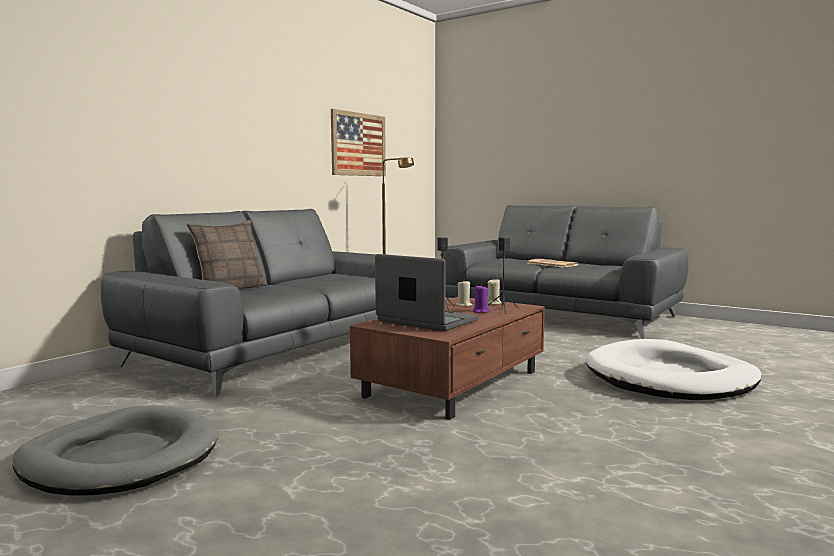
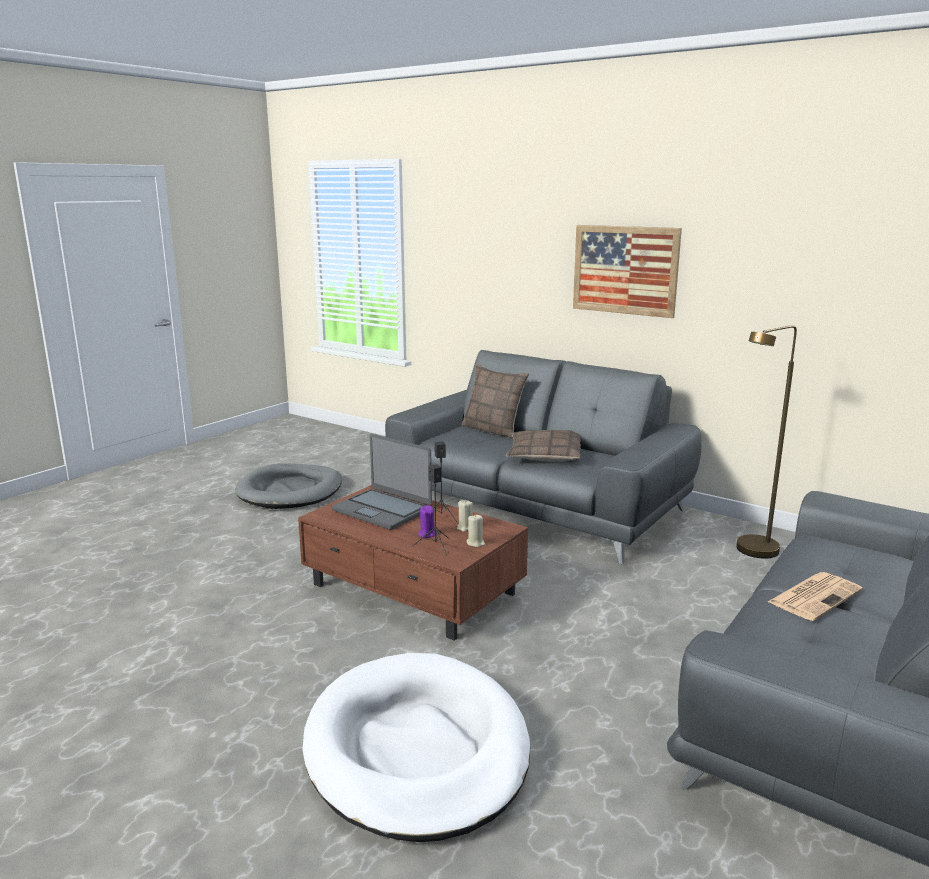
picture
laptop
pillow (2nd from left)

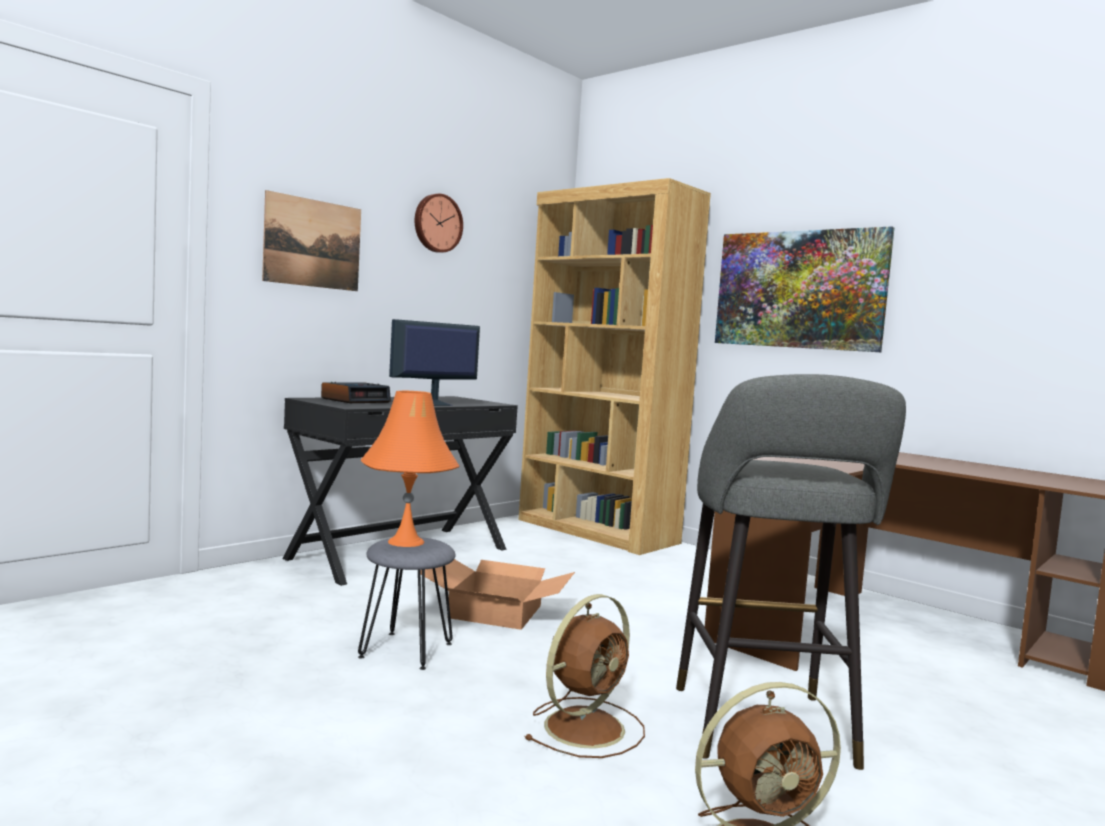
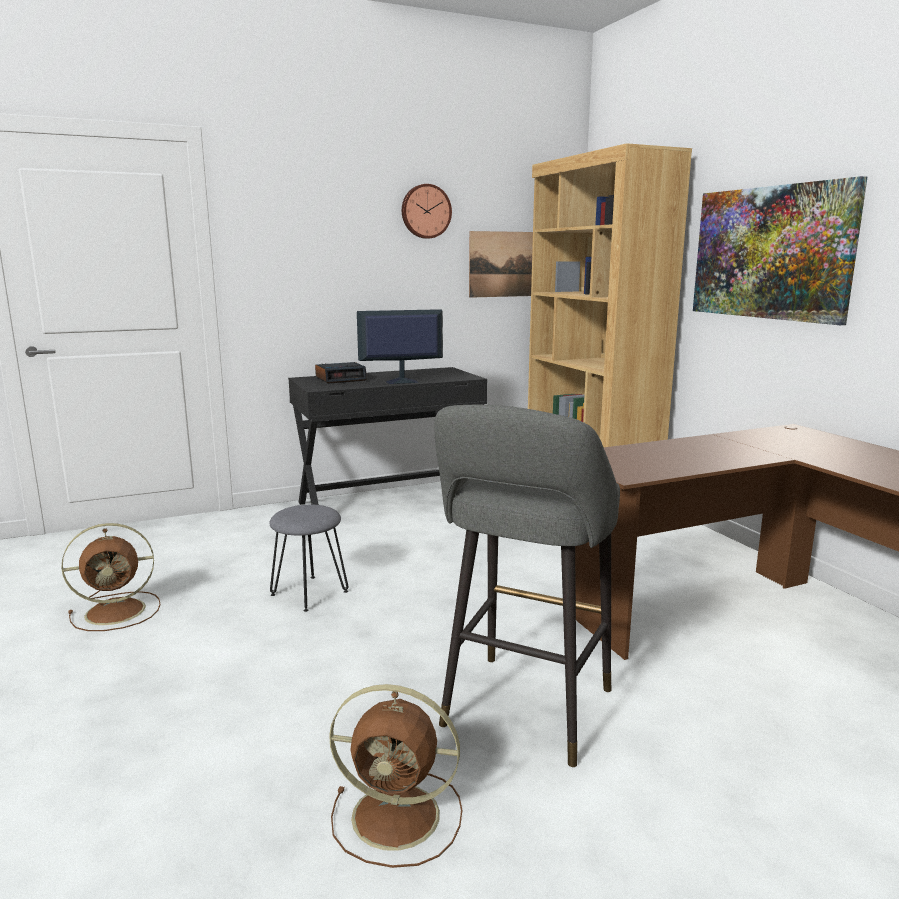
picture (1st from left)
orange table lamp
cardboard box
brown fan (1st from left)

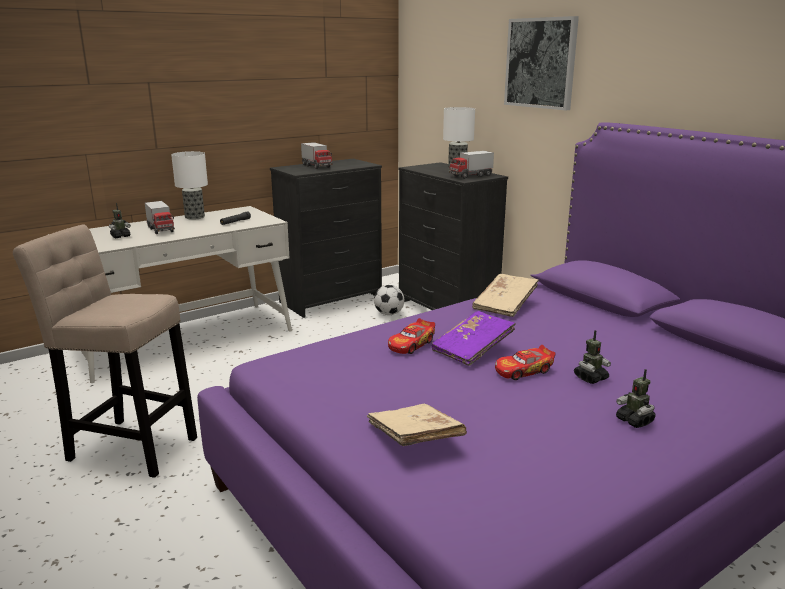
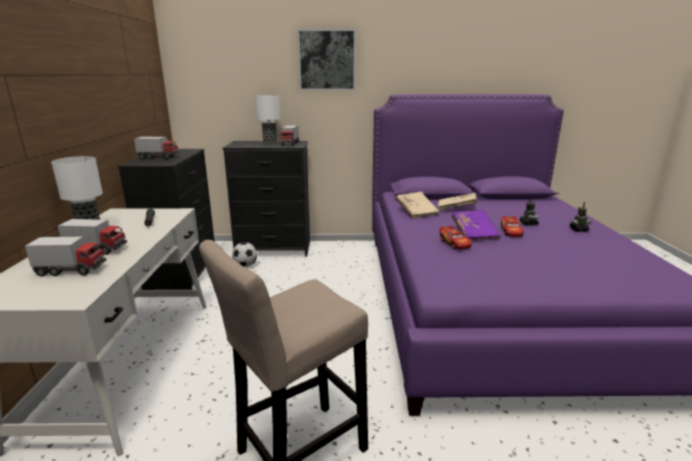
toy truck (1st from left)
beige book (2nd from left)

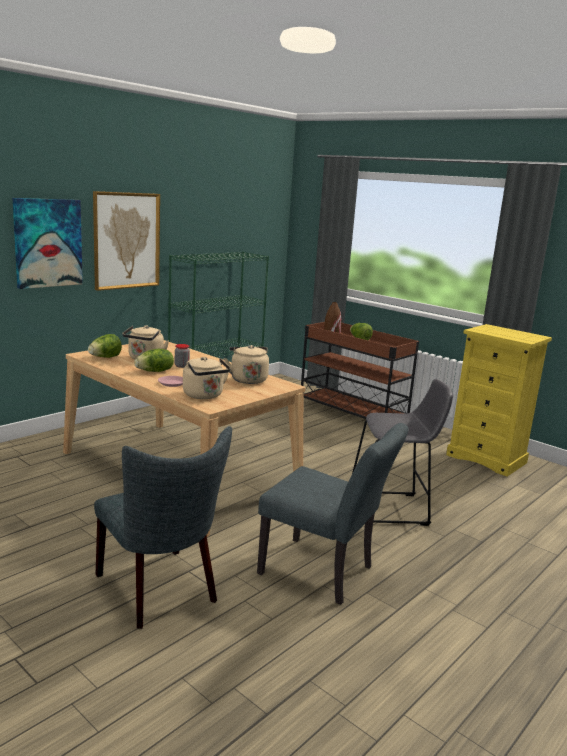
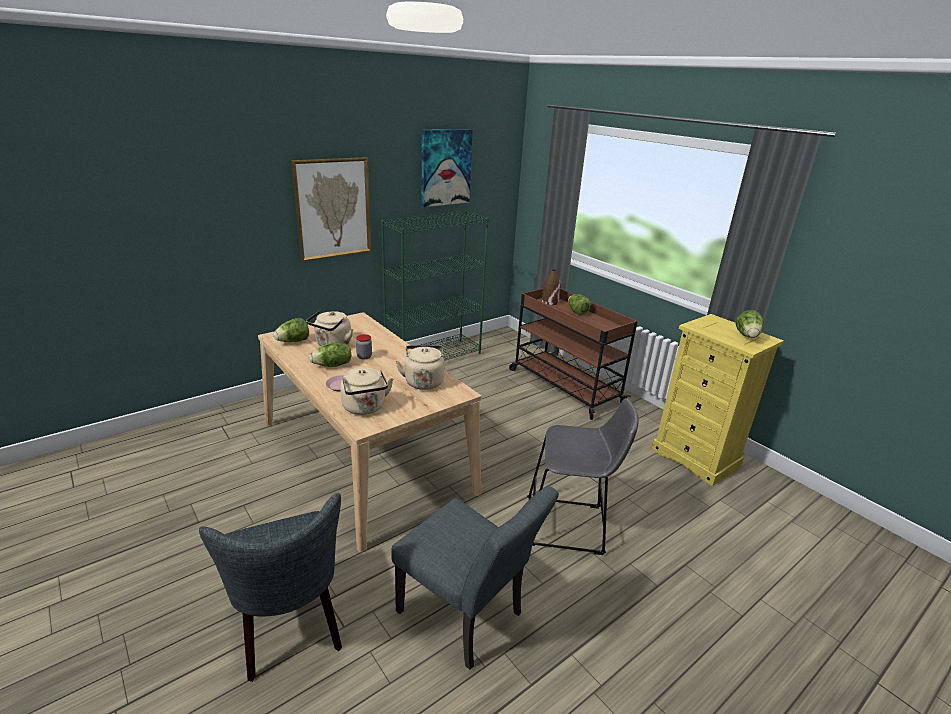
picture (2nd from left)
lettuce (4th from left)

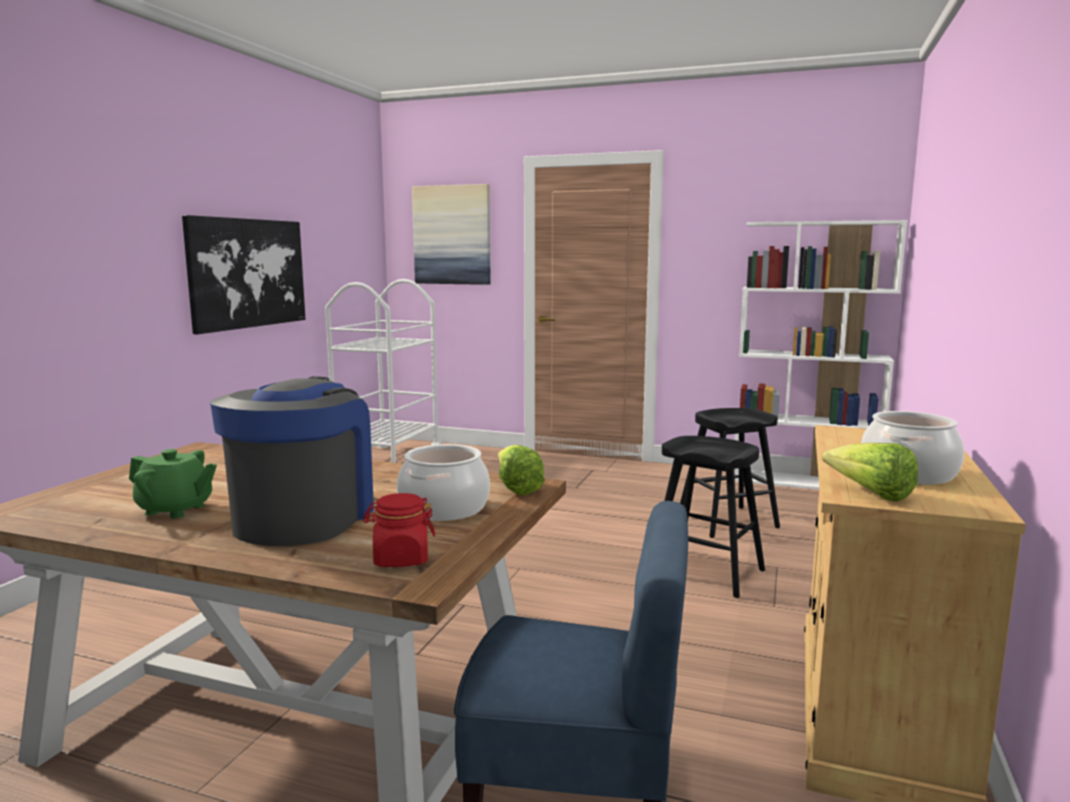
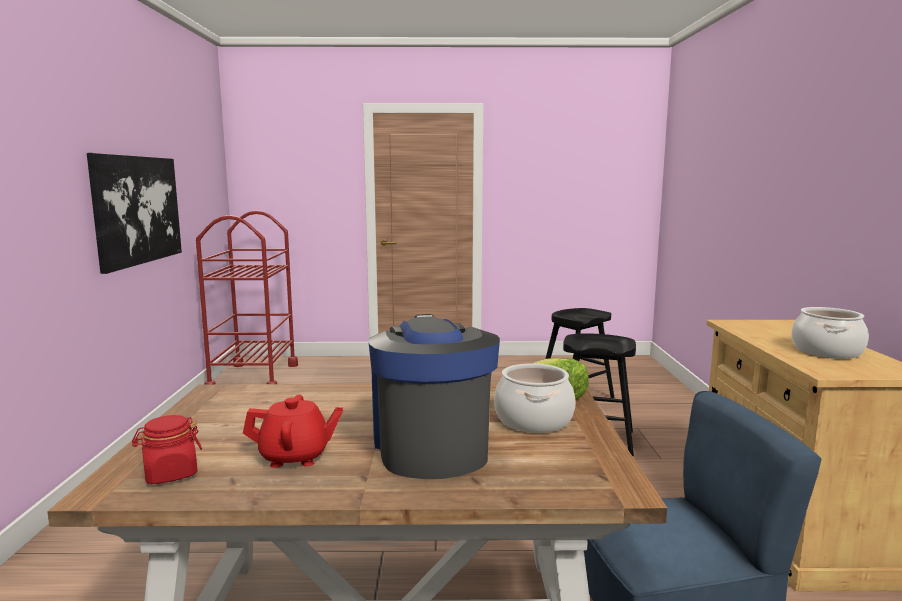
picture (2nd from left in the first image)
white bookcase
red cart
lettuce (2nd from left in the first image)
red teapot
red jar

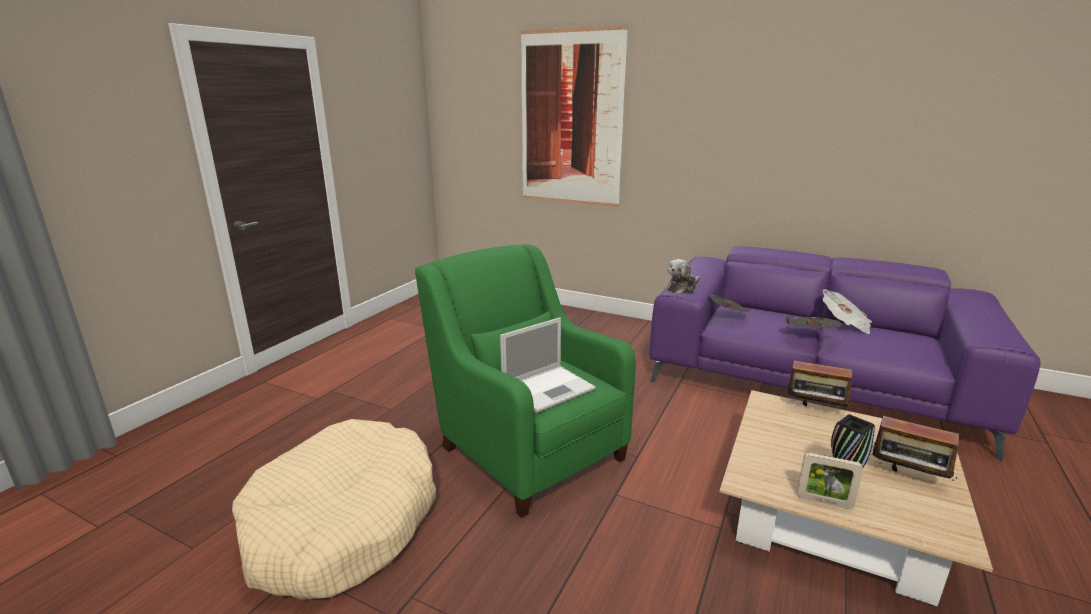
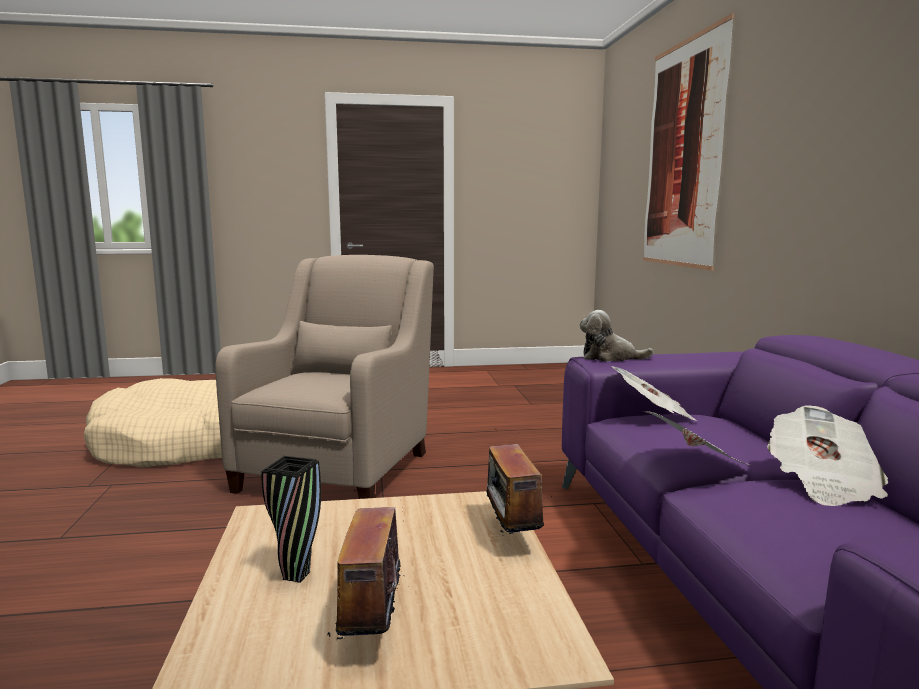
beige armchair
laptop
picture frame

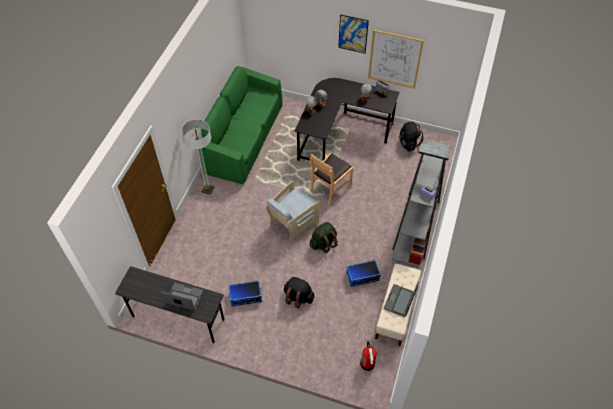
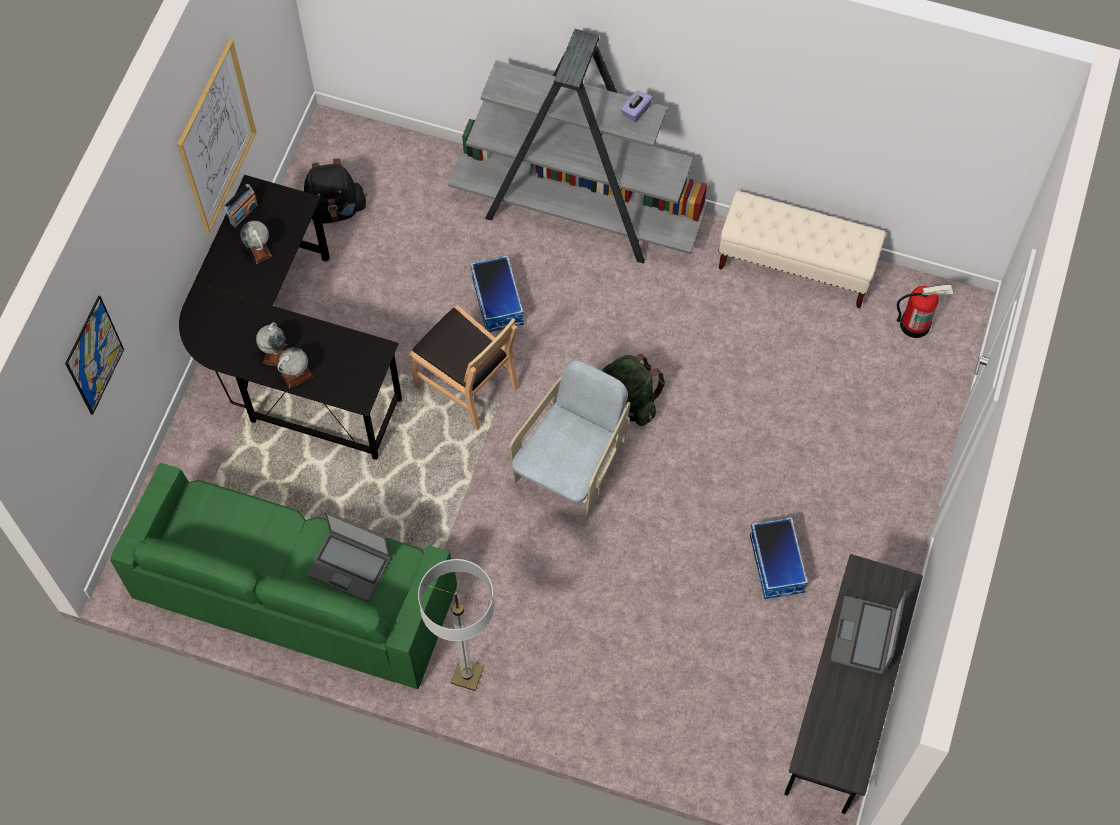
picture (1st from left)
beige armchair
storage box (1st from left)
black backpack (1st from left in the first image)
laptop (1st from left)

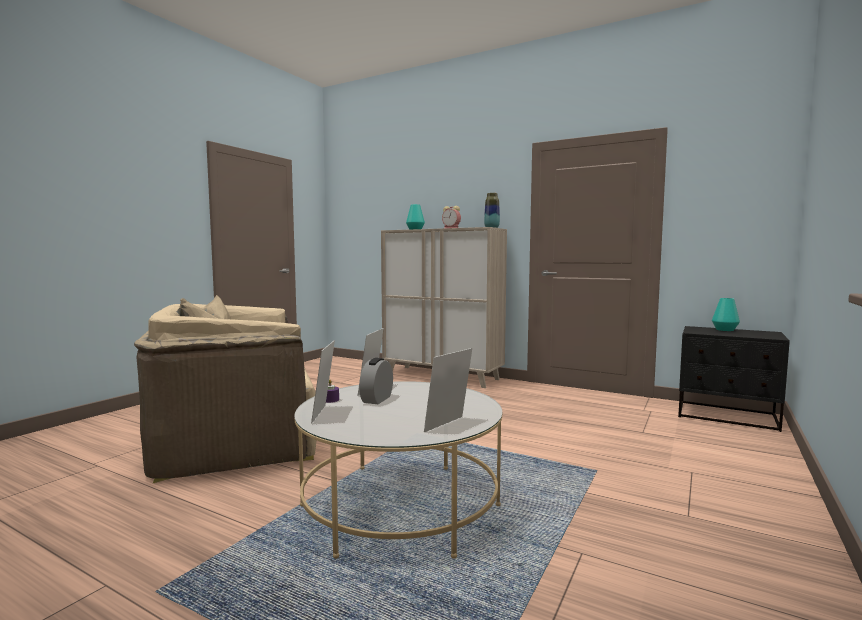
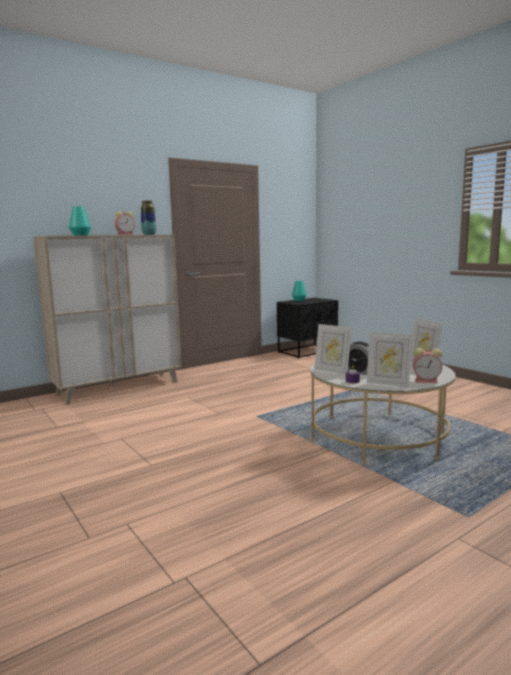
beige armchair
alarm clock (3rd from left)

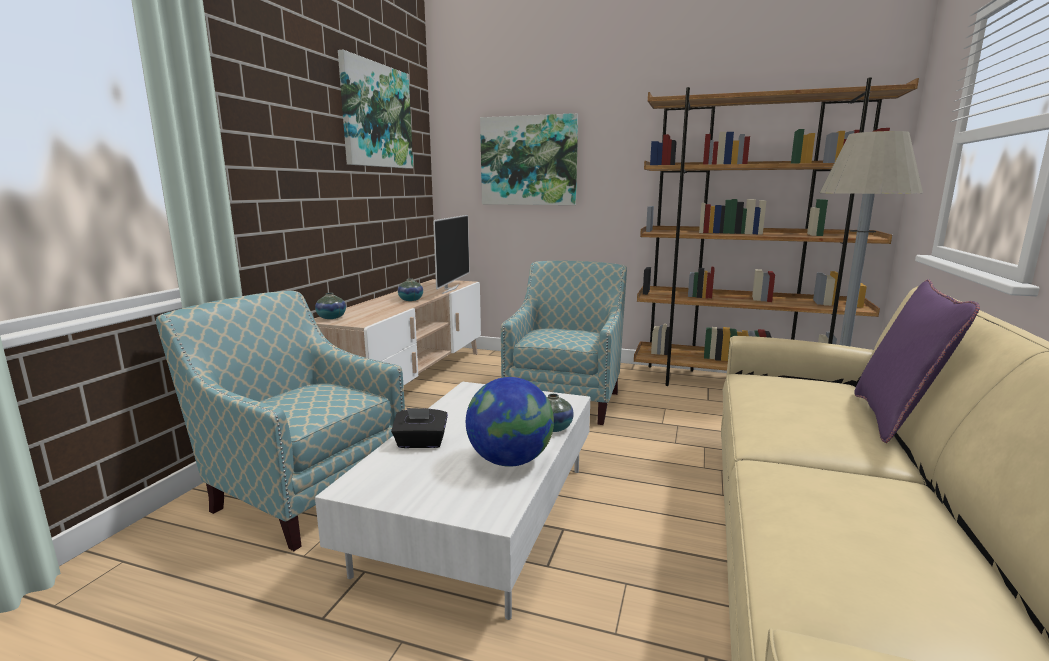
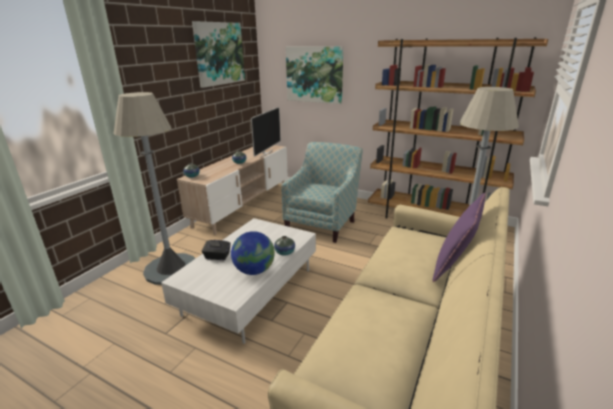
grey floor lamp (1st from left)

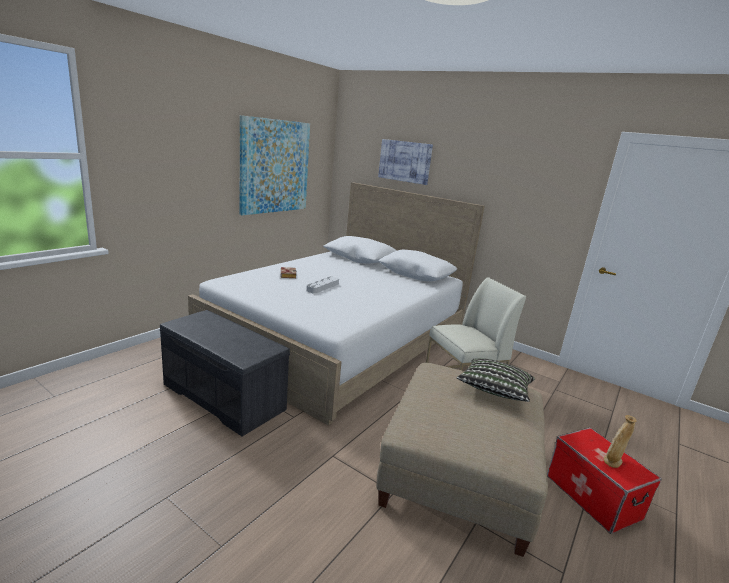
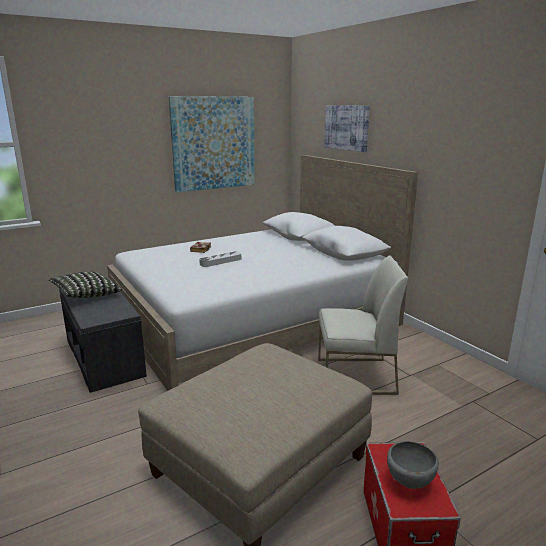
pillow
grey bowl

